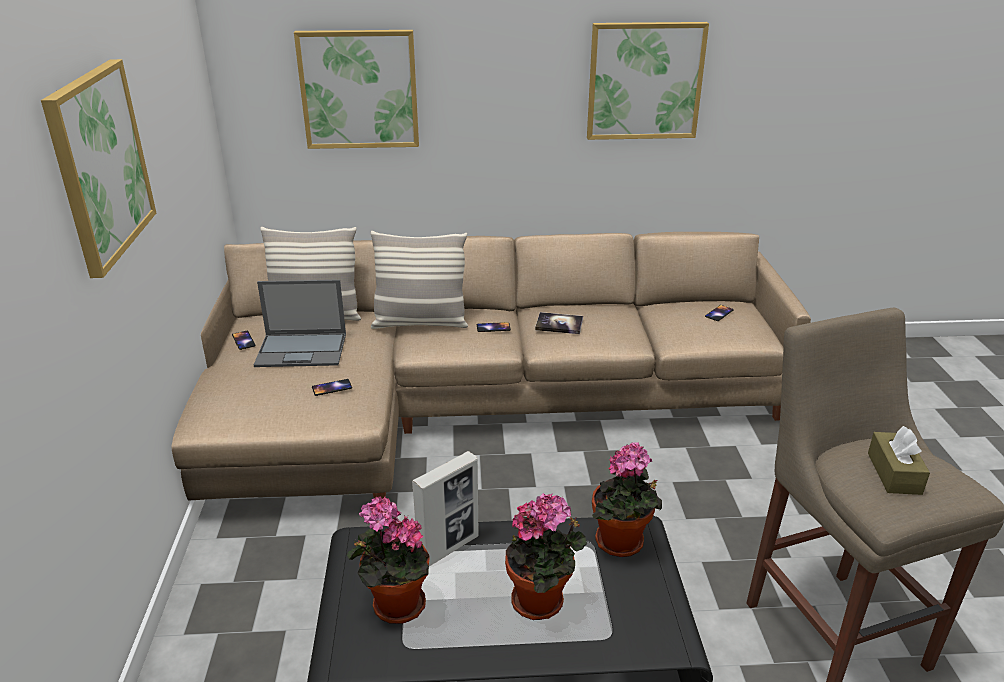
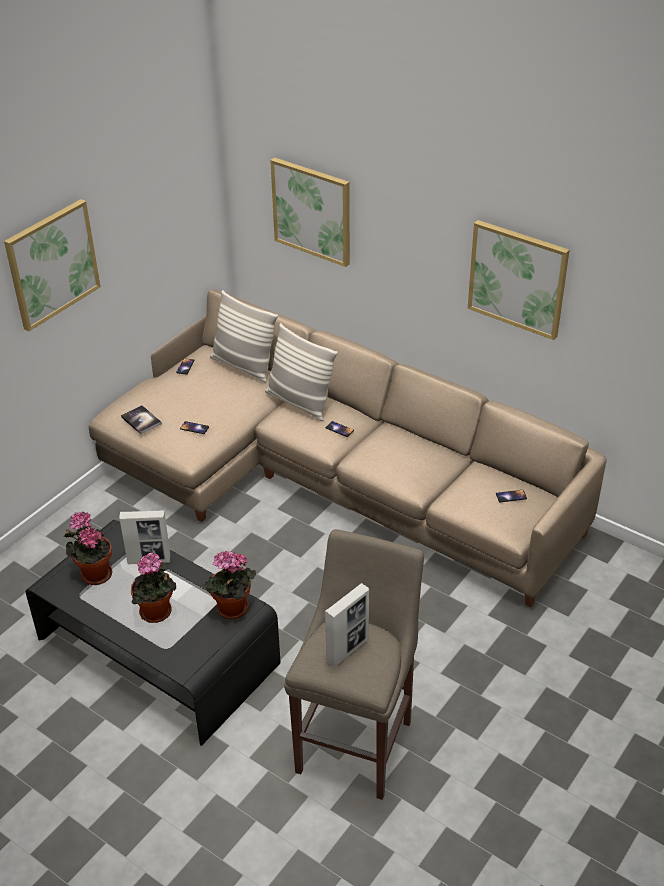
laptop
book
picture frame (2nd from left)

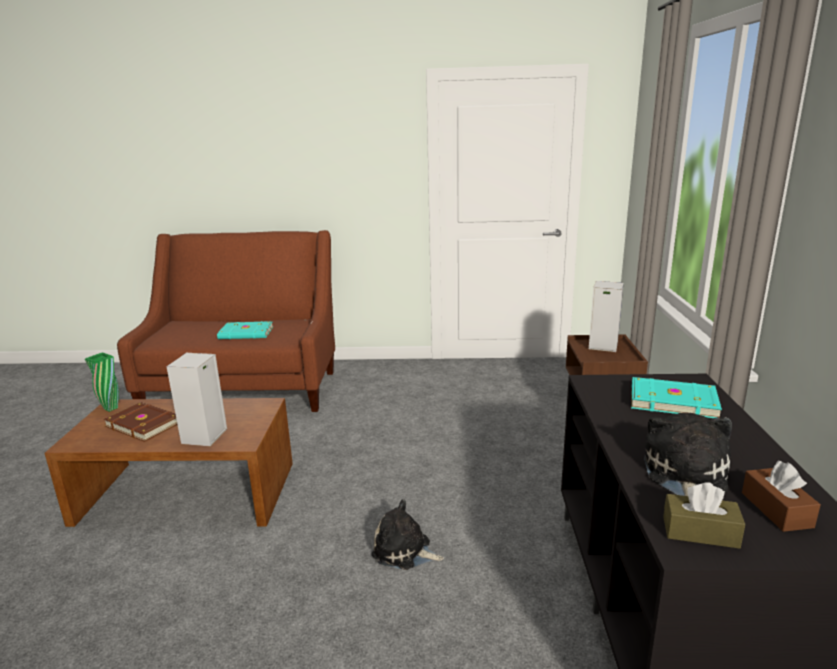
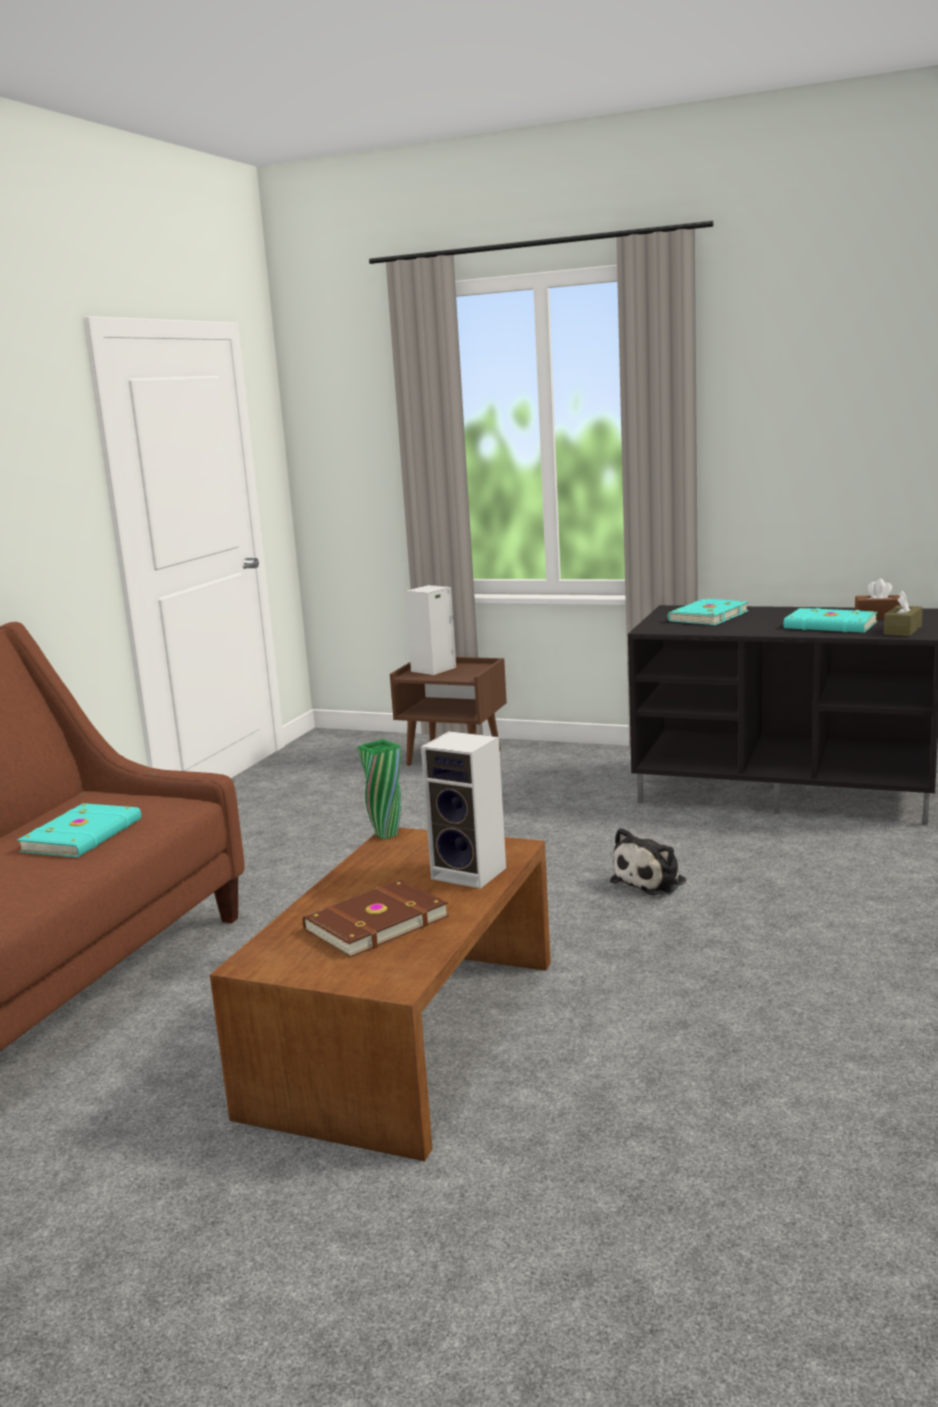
green vase
turquoise book (3rd from left)

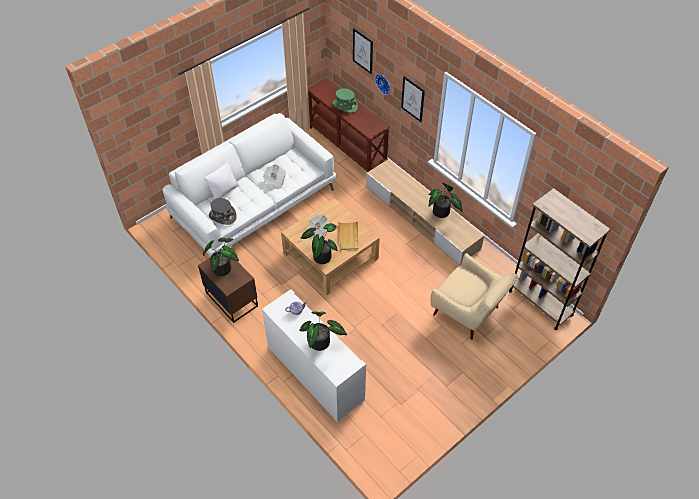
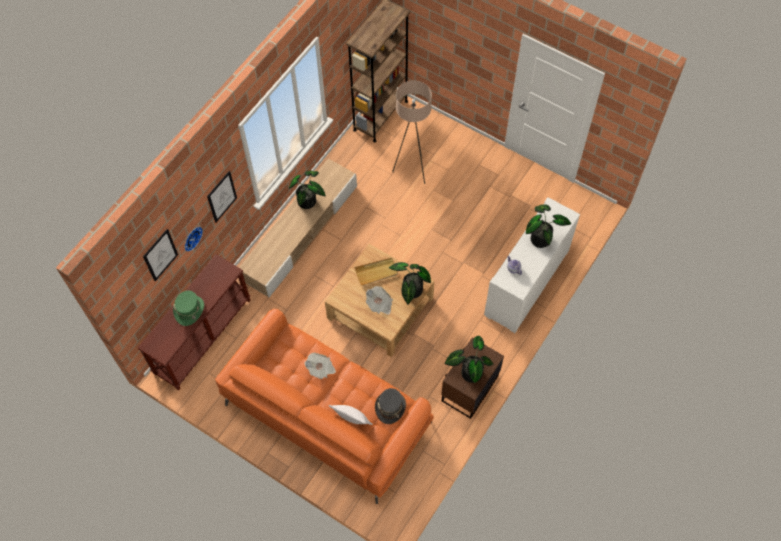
orange sofa
beige floor lamp

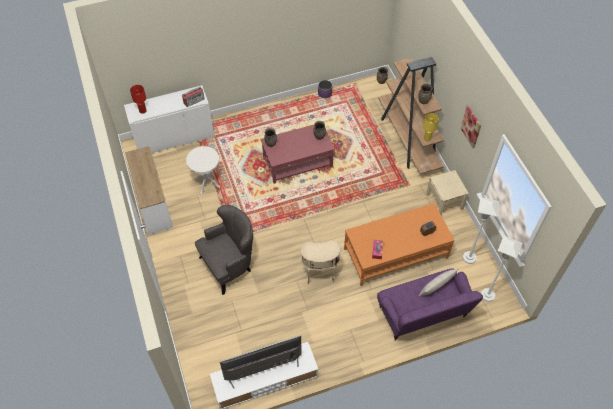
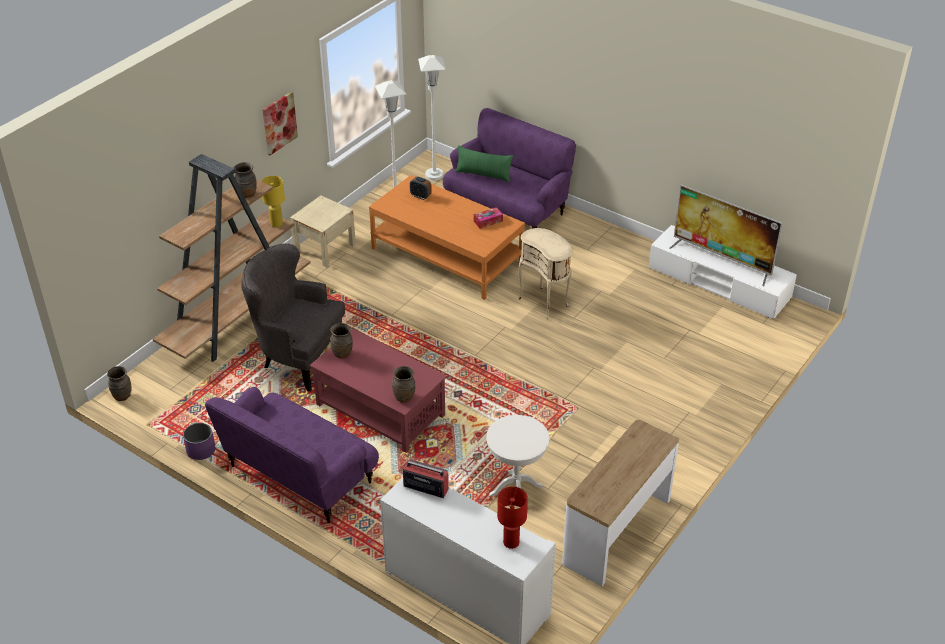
grey armchair
green pillow
purple sofa (1st from left)

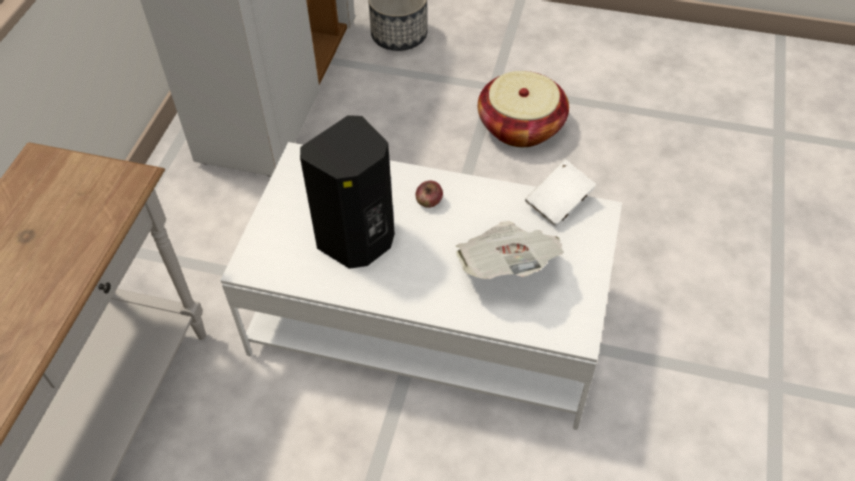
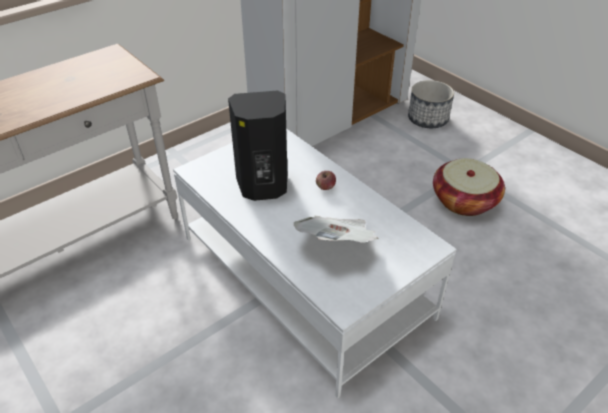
white book

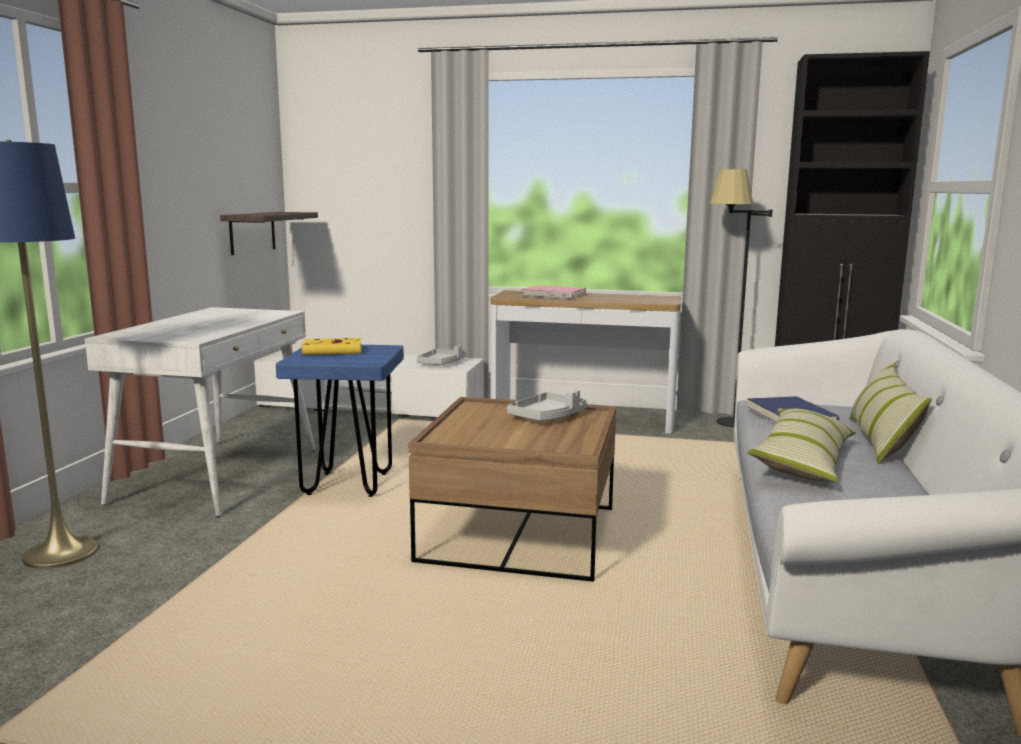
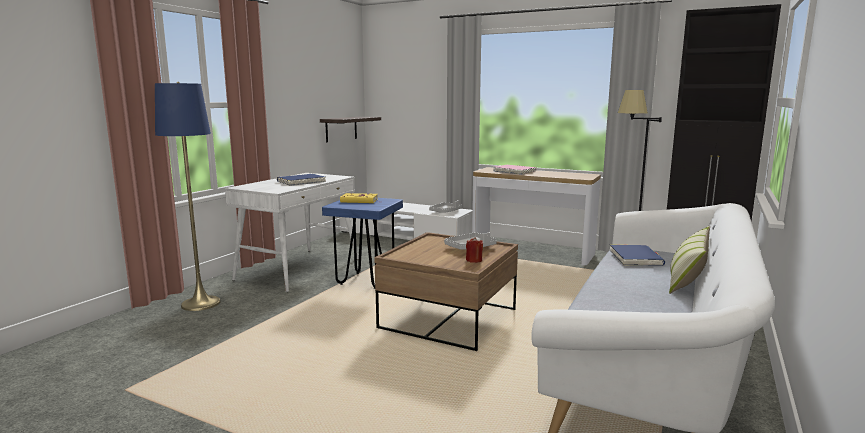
pillow (1st from left in the first image)
blue book (1st from left)
red candle

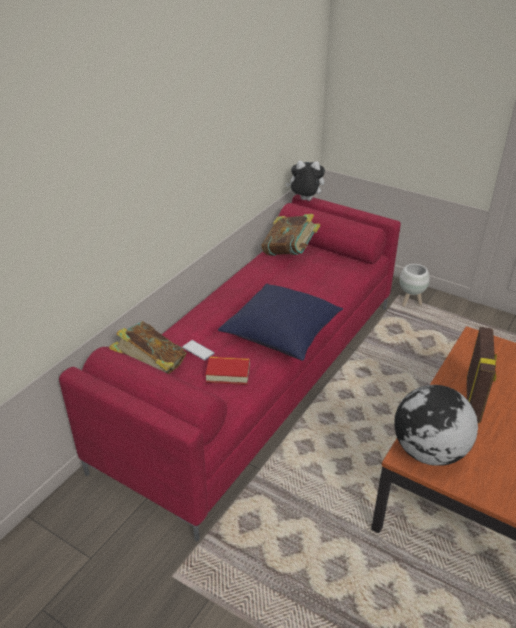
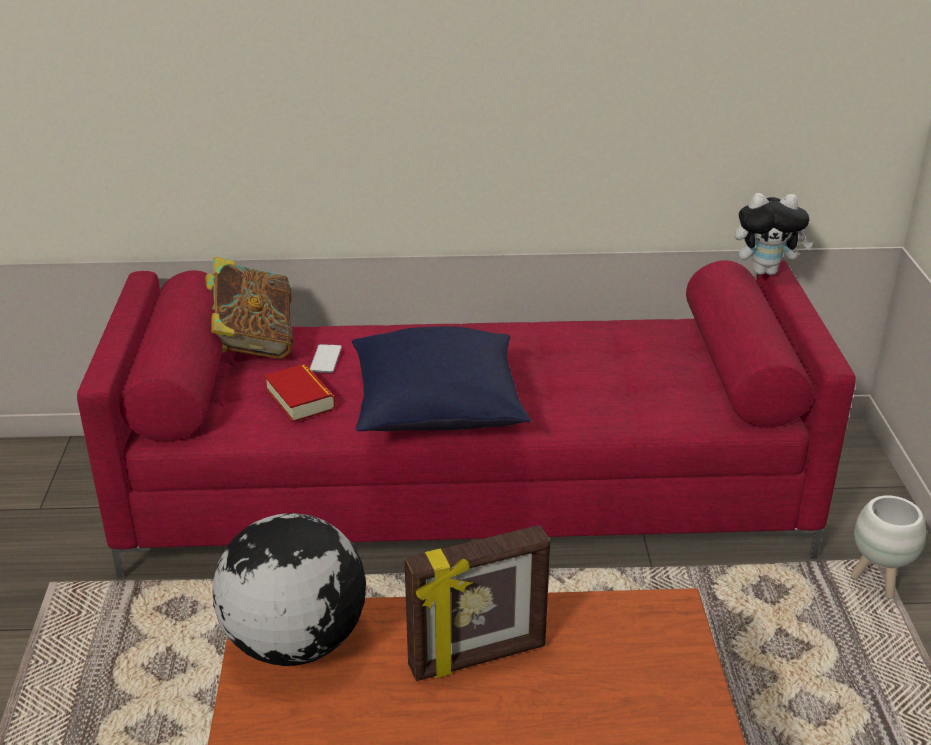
plush toy
book (3rd from left in the first image)

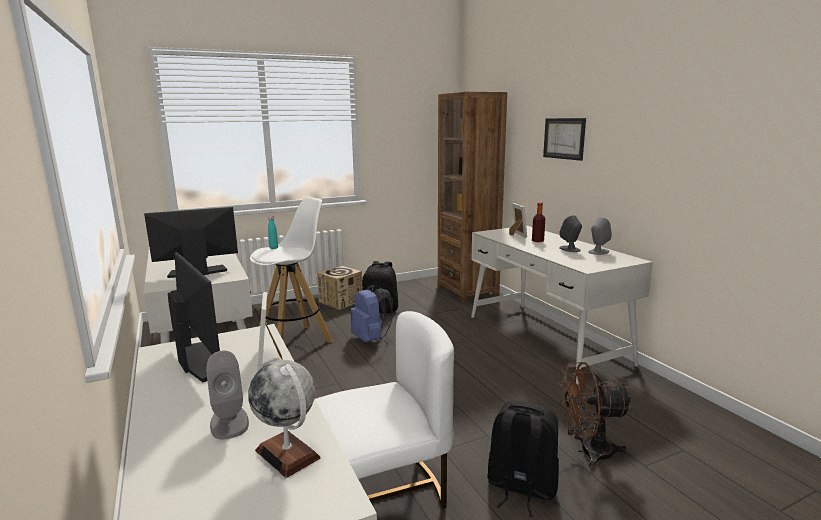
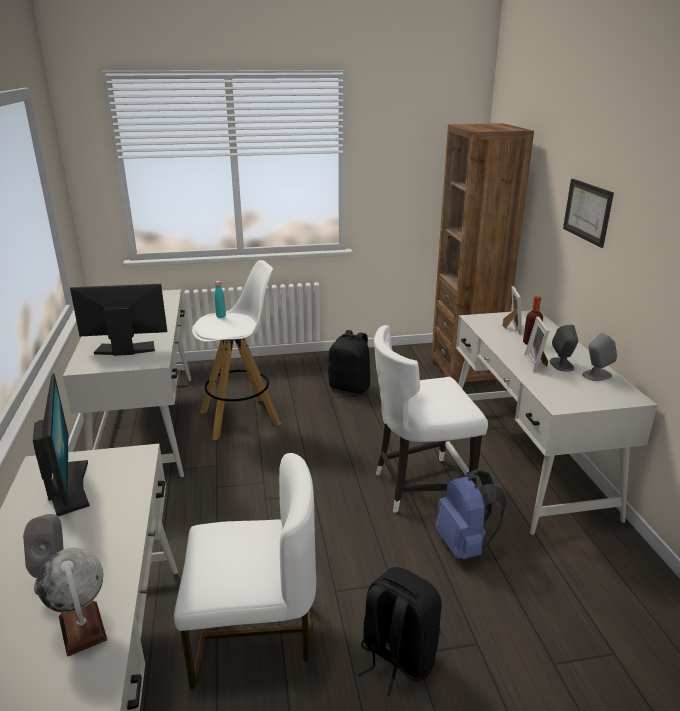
cardboard box
blue backpack
picture frame (2nd from left)
brown fan
white chair (2nd from left)

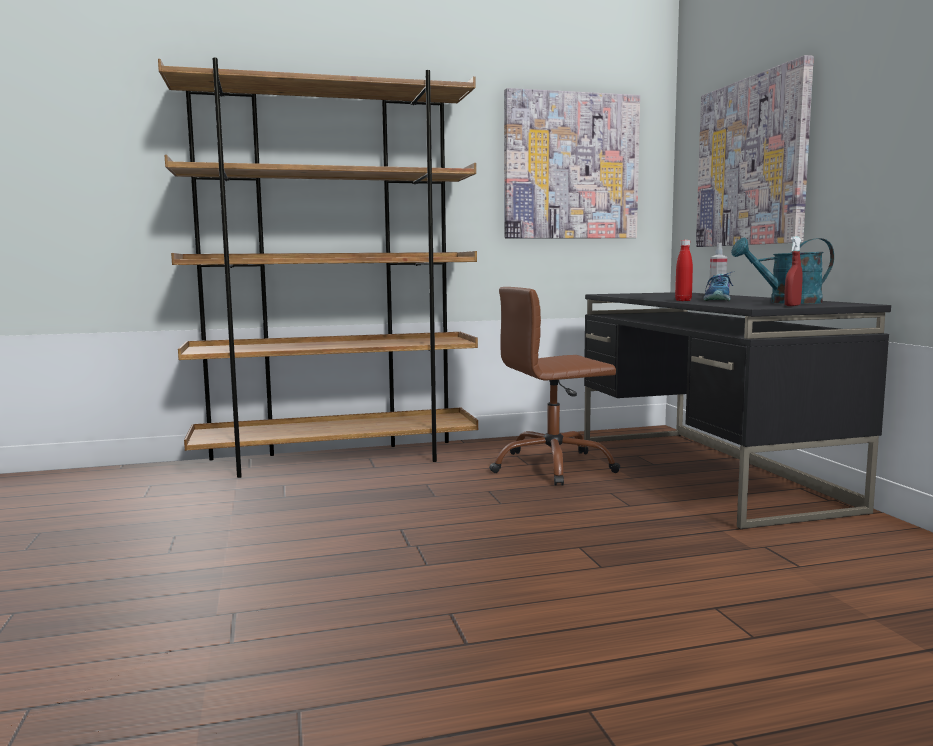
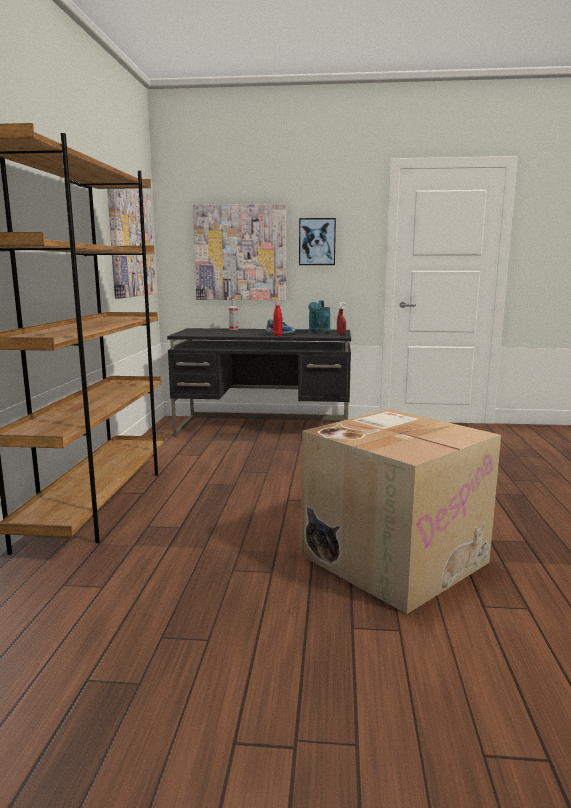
brown office chair
picture (3rd from left)
cardboard box

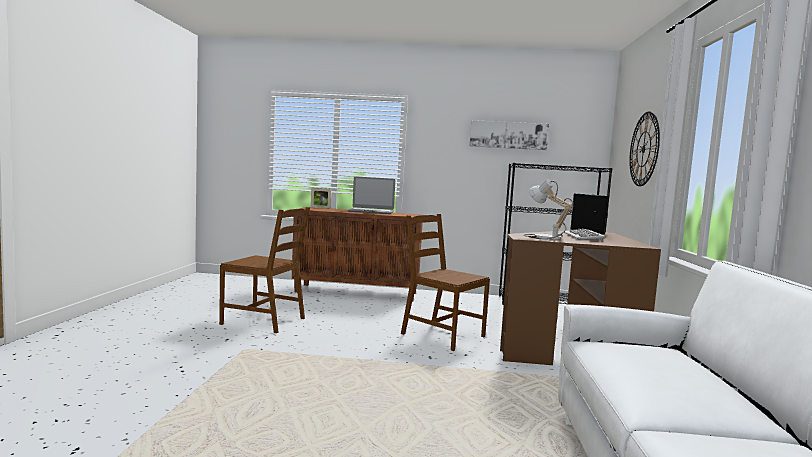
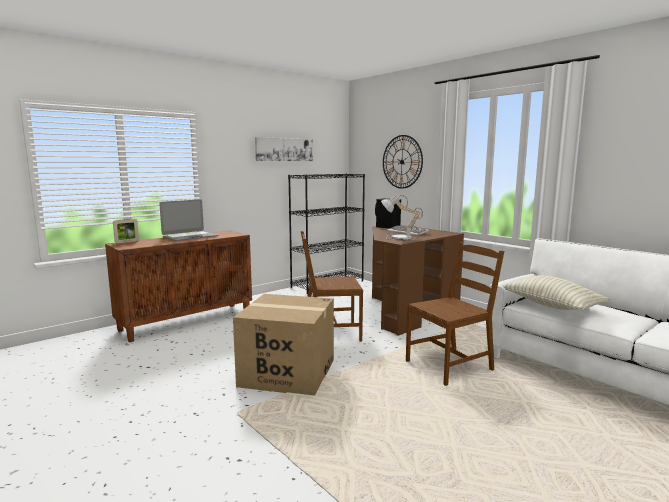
brown chair (2nd from left)
pillow
cardboard box

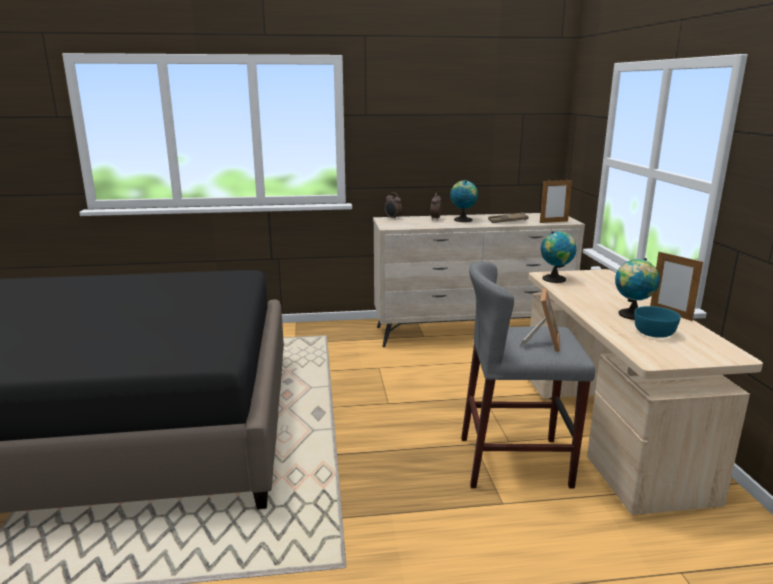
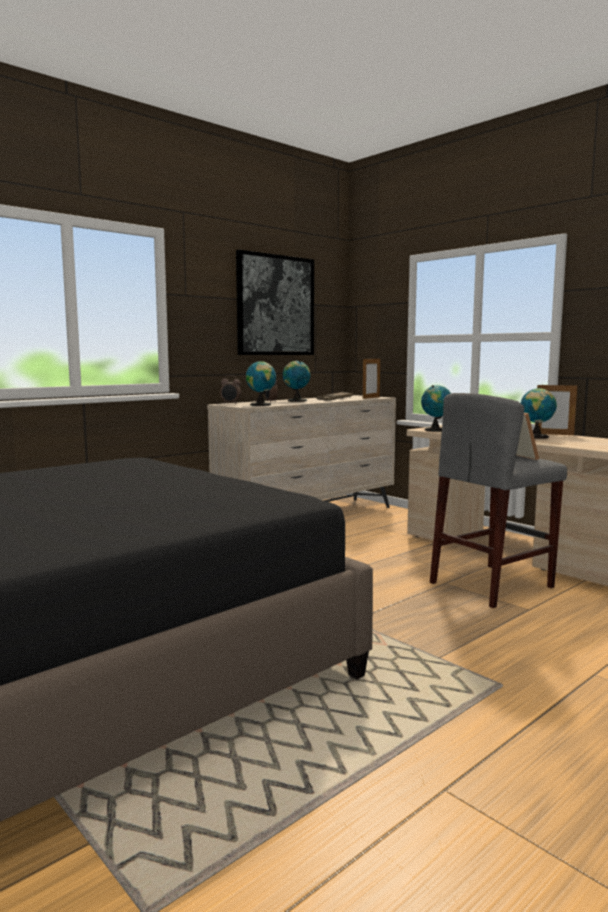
turquoise bowl
picture
globe (1st from left)

